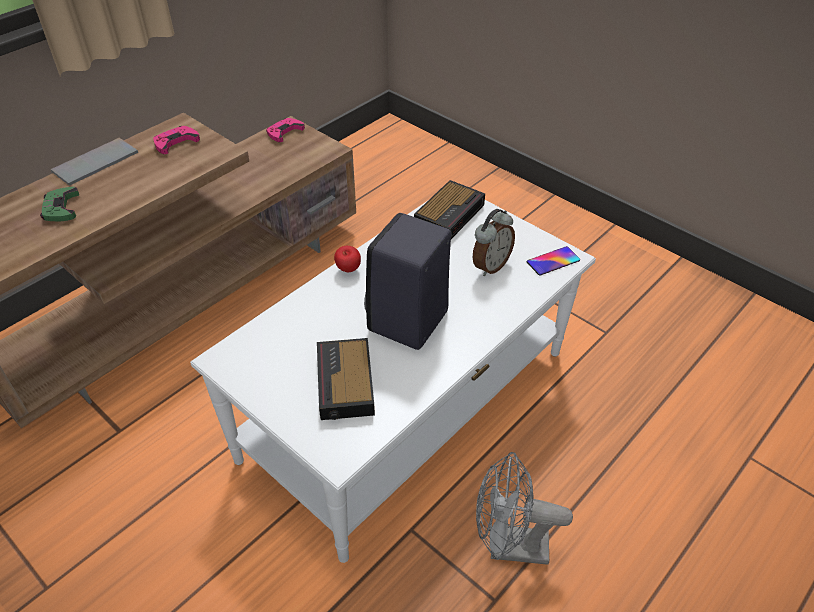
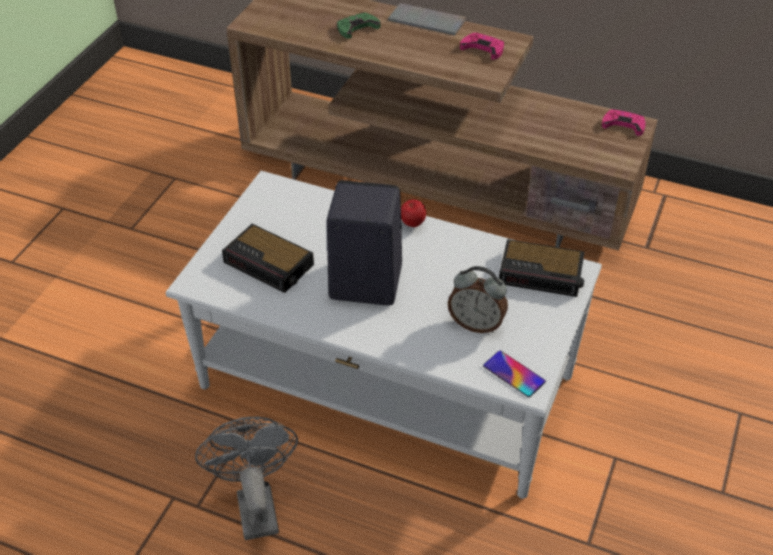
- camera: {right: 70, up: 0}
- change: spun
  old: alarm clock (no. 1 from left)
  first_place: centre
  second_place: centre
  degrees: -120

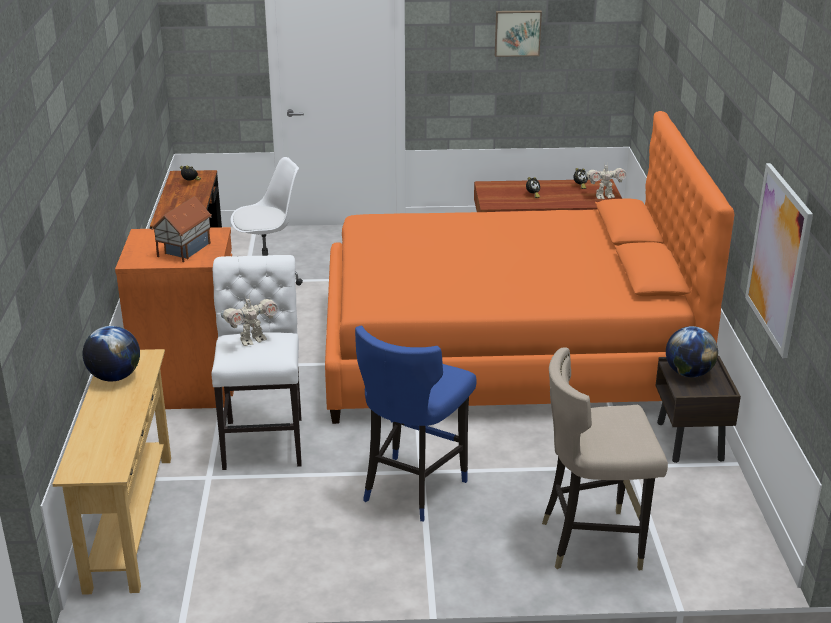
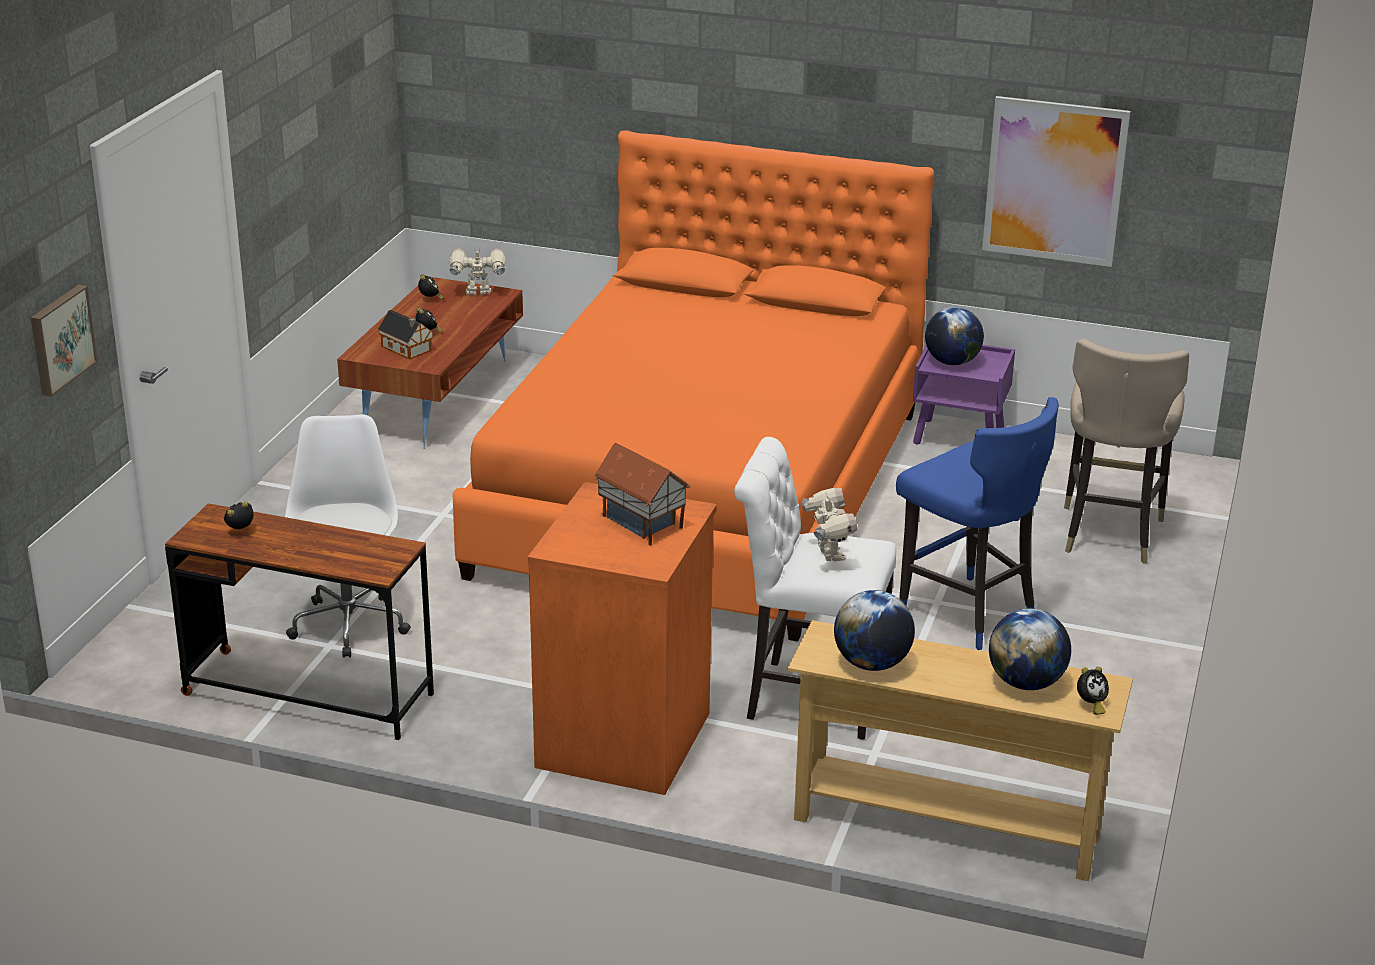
- camera: {right: -70, up: 0}
- change: relocated
  old: picture (no. 1 from left)
  first_place: top centre
  second_place: middle left
- change: appeared
  new: toy house (no. 1 from left)
  second_place: middle left
- change: spun
  old: toy robot (no. 2 from left in the first image)
  first_place: top right
  second_place: top centre
  degrees: -105
- change: colour
  old: nightstand/brown
  new: nightstand/purple
  first_place: middle right
  second_place: middle right
- change: appeared
  new: globe (no. 3 from left)
  second_place: bottom right
- change: appeared
  new: alarm clock (no. 4 from left)
  second_place: bottom right

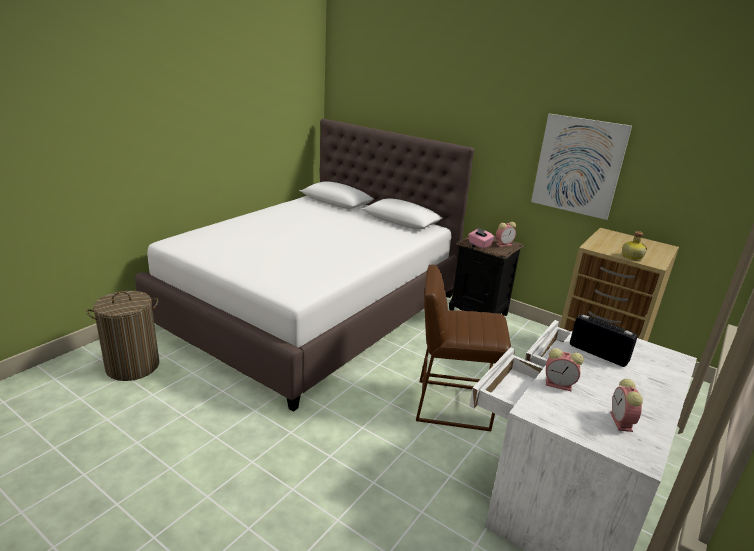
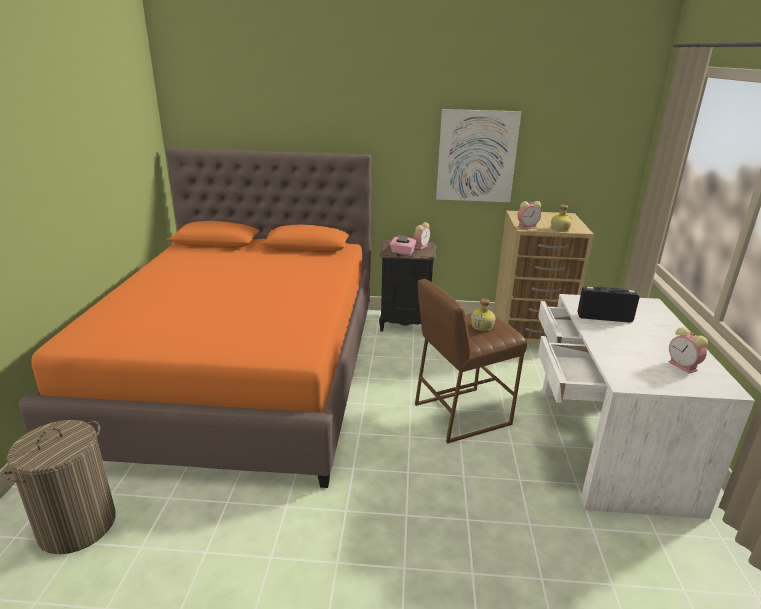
- camera: {right: -30, up: 0}
- change: colour
  old: bed/white
  new: bed/orange
  first_place: centre
  second_place: middle left
- change: appeared
  new: bottle (no. 1 from left)
  second_place: centre
- change: relocated
  old: alarm clock (no. 2 from left)
  first_place: bottom right
  second_place: middle right

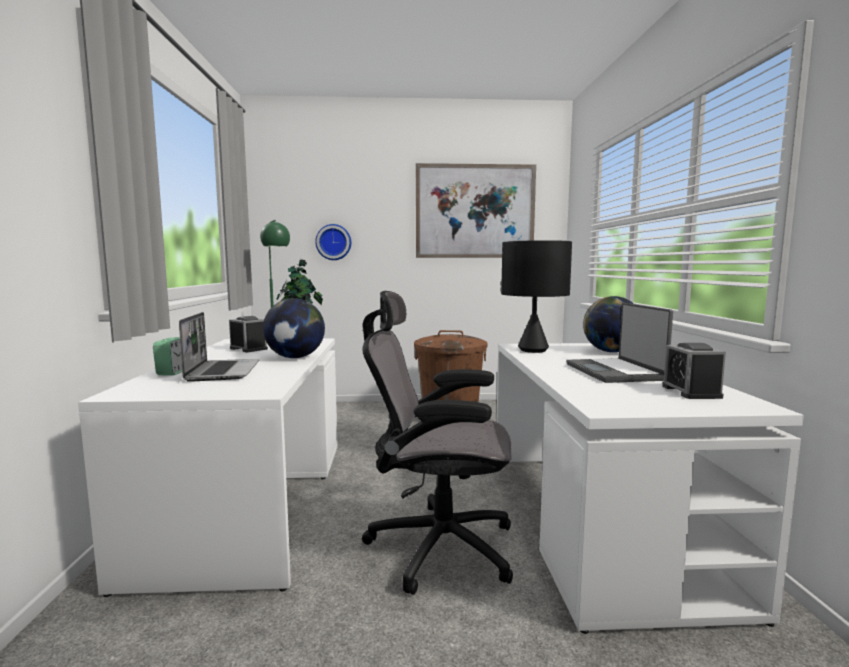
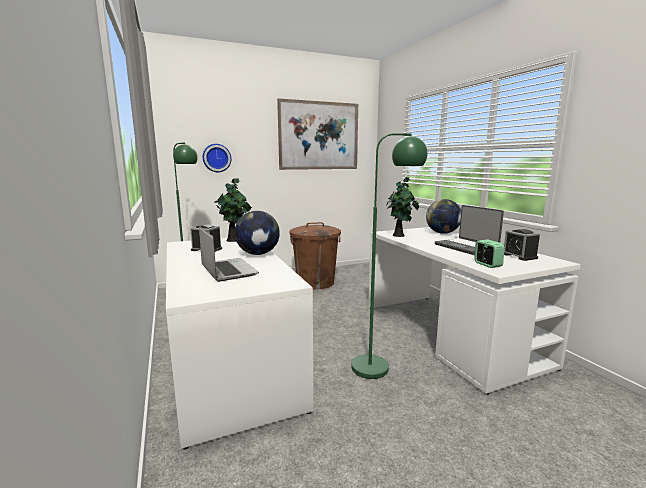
- camera: {right: -20, up: 5}
- change: exchanged
  old: office chair
  new: floor lamp/green (no. 2 from left)
  first_place: centre
  second_place: centre
- change: exchanged
  old: table lamp/black
  new: potted plant (no. 2 from left)
  first_place: centre
  second_place: centre
- change: relocated
  old: alarm clock (no. 1 from left in the first image)
  new: alarm clock (no. 2 from left)
  first_place: middle left
  second_place: middle right

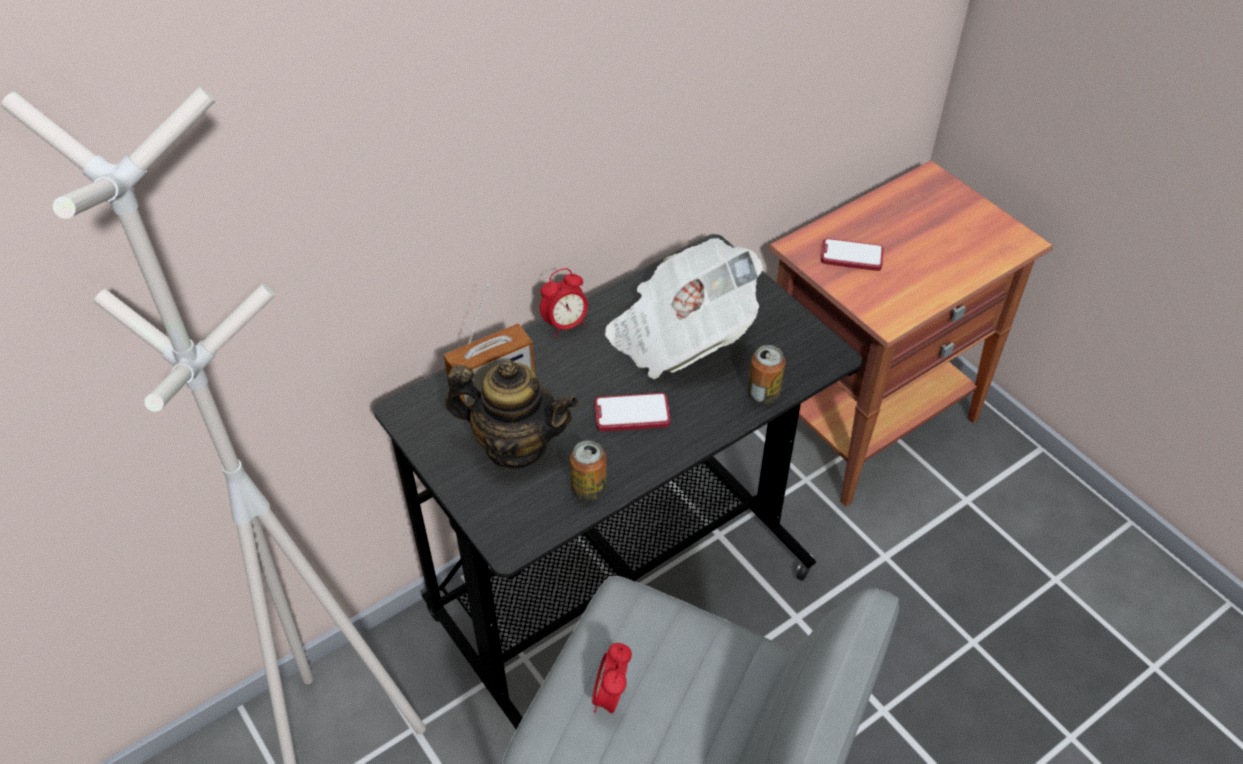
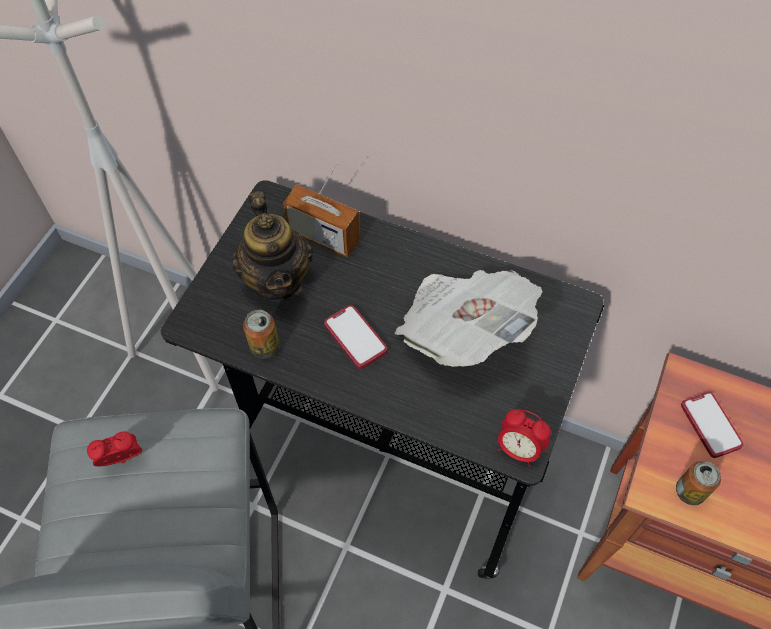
- camera: {right: 60, up: 10}
- change: relocated
  old: alarm clock (no. 1 from left in the first image)
  new: alarm clock (no. 2 from left)
  first_place: centre
  second_place: bottom right
- change: relocated
  old: can (no. 2 from left)
  first_place: centre
  second_place: bottom right

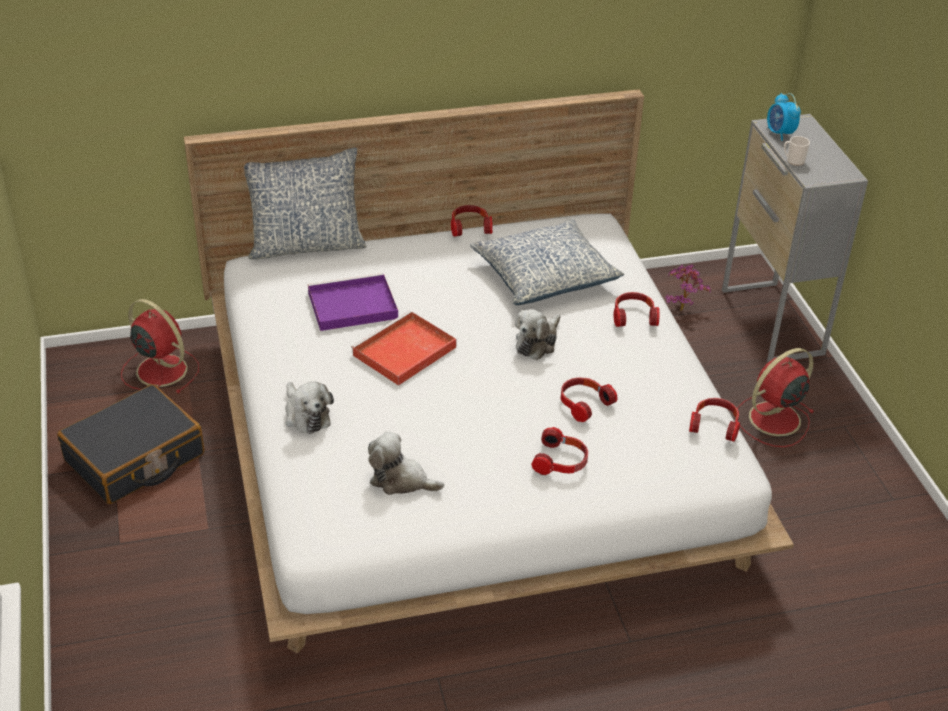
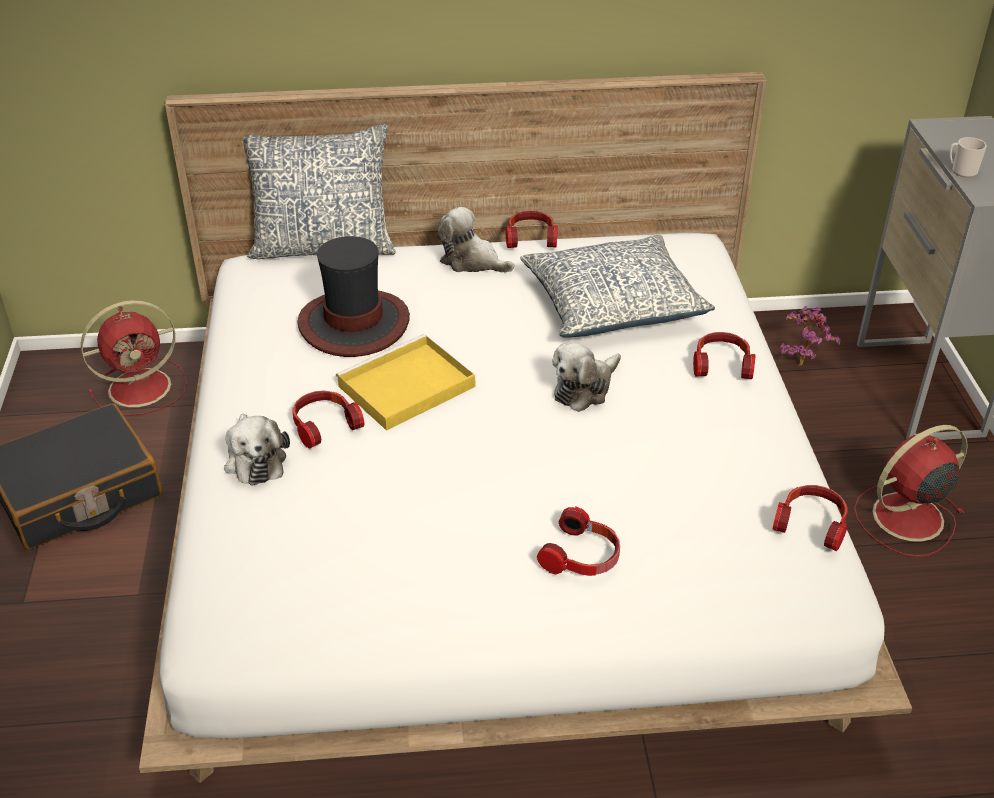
- camera: {right: 10, up: 0}
- change: spun
  old: fan/red (no. 1 from left)
  first_place: middle left
  second_place: middle left
  degrees: 105
- change: relocated
  old: headphones (no. 3 from left in the first image)
  new: headphones (no. 1 from left)
  first_place: centre
  second_place: middle left
- change: exchanged
  old: tray/purple
  new: hat
  first_place: centre
  second_place: centre
- change: colour
  old: tray/red
  new: tray/yellow
  first_place: centre
  second_place: centre
- change: relocated
  old: plush toy (no. 2 from left)
  first_place: centre
  second_place: top centre
- change: missing
  old: alarm clock
  first_place: top right

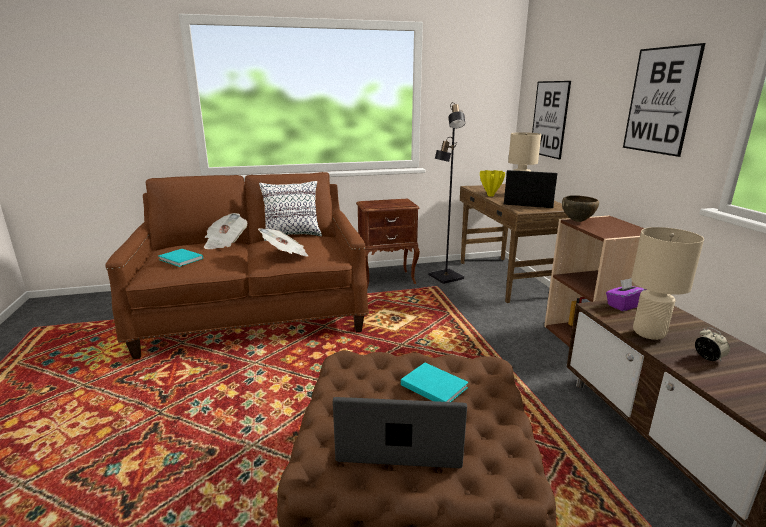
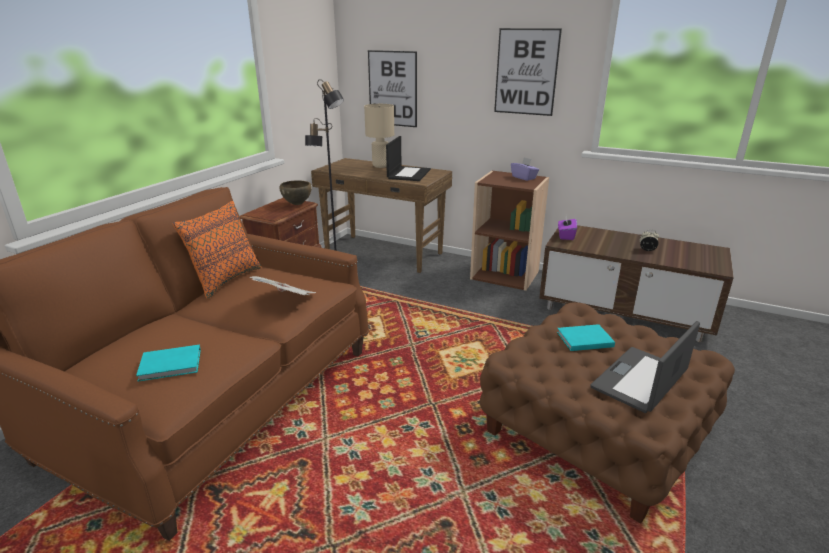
- camera: {right: -50, up: 5}
- change: colour
  old: pillow/white
  new: pillow/orange
  first_place: centre
  second_place: middle left
- change: relocated
  old: bowl/brown
  first_place: middle right
  second_place: centre
- change: spun
  old: laptop (no. 2 from left in the first image)
  first_place: middle right
  second_place: top centre
  degrees: 135
- change: appeared
  new: tissue box/purple (no. 1 from left)
  second_place: top centre
- change: missing
  old: newspaper (no. 1 from left)
  first_place: middle left
- change: missing
  old: vase/yellow
  first_place: centre
- change: missing
  old: table lamp/beige (no. 2 from left)
  first_place: middle right

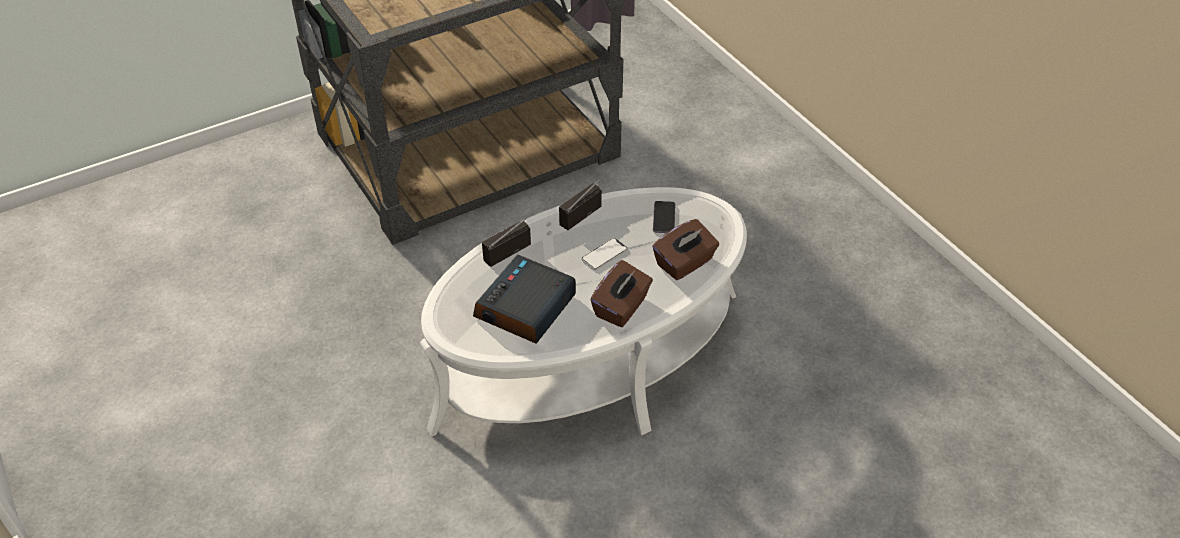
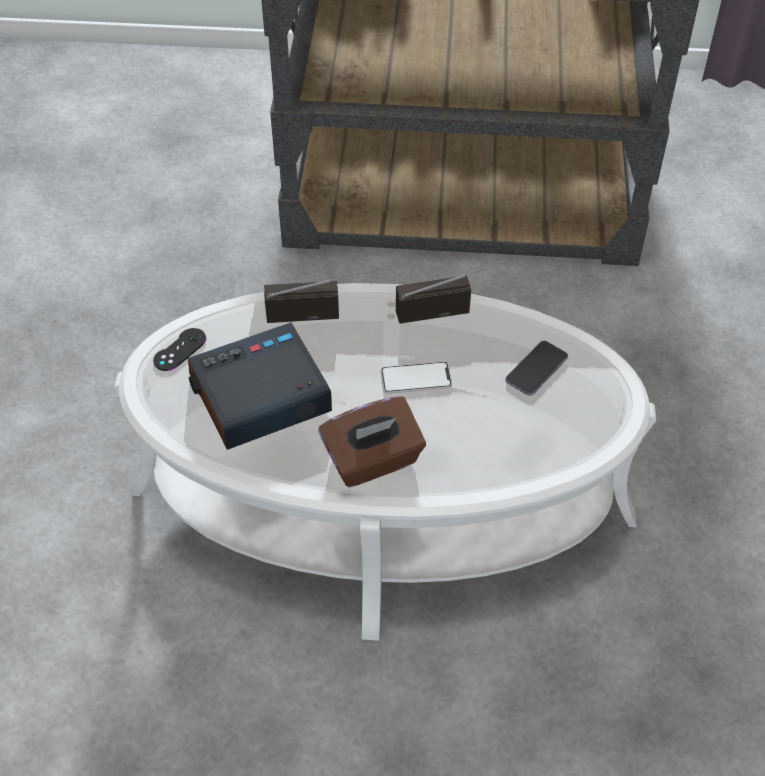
- camera: {right: 35, up: 5}
- change: appeared
  new: game controller/black
  second_place: middle left
- change: missing
  old: tissue box/brown (no. 2 from left)
  first_place: centre

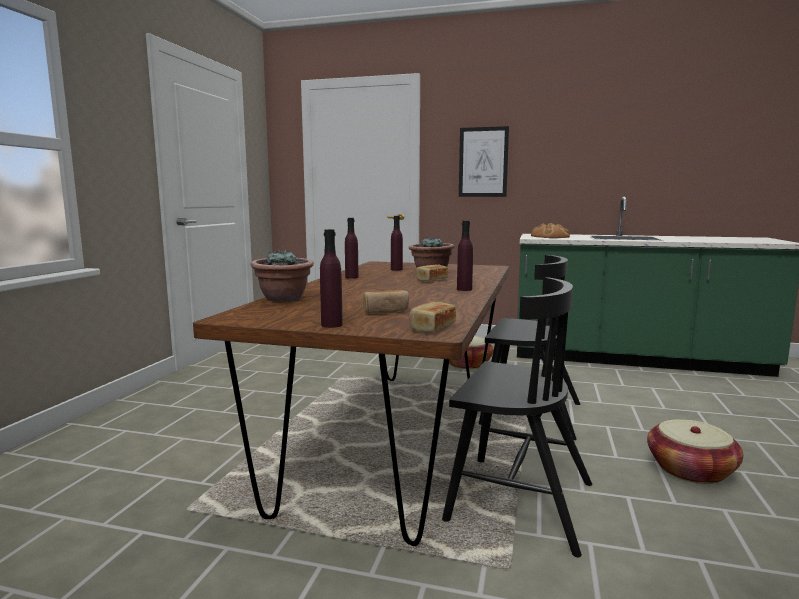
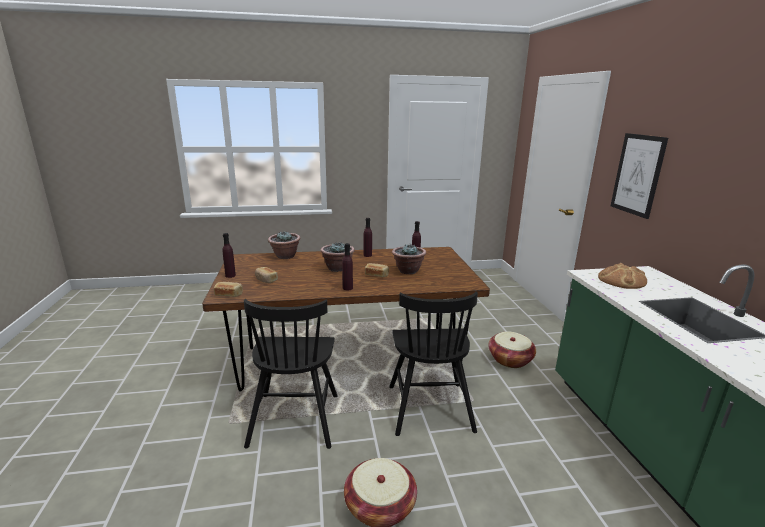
- camera: {right: 65, up: 10}
- change: appeared
  new: potted plant (no. 2 from left)
  second_place: centre

